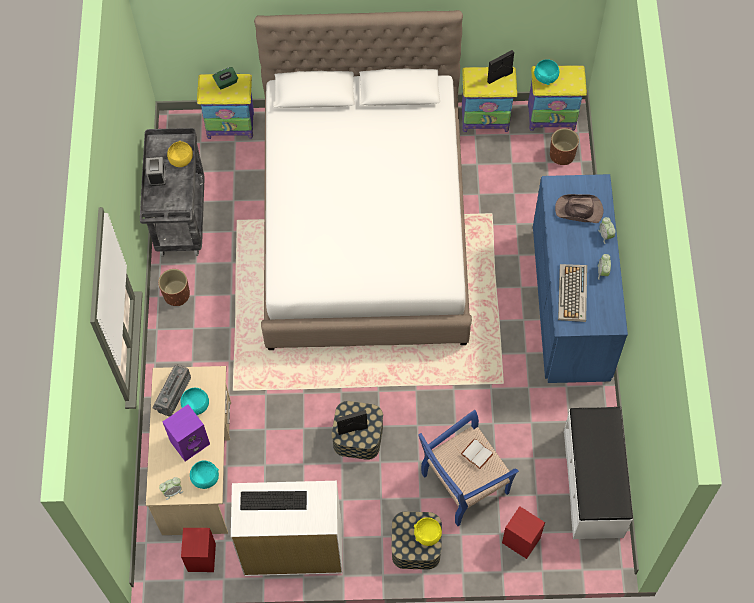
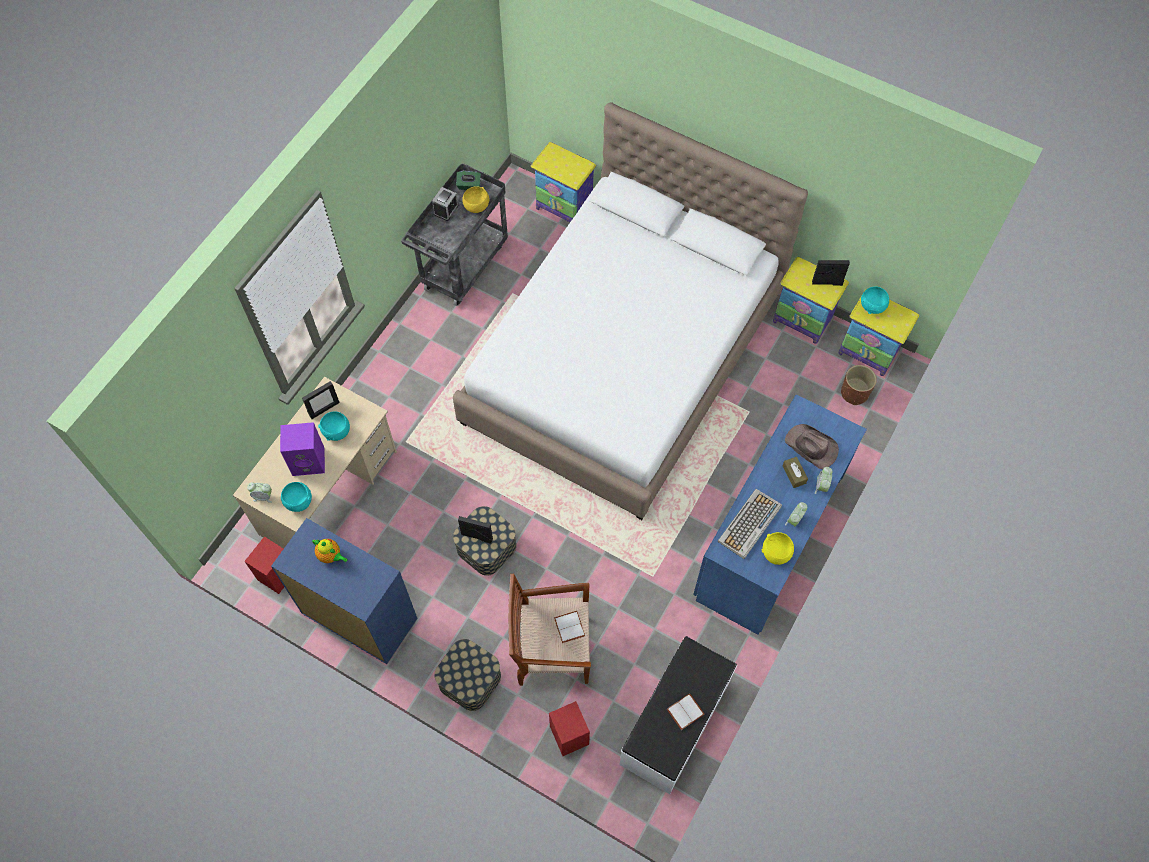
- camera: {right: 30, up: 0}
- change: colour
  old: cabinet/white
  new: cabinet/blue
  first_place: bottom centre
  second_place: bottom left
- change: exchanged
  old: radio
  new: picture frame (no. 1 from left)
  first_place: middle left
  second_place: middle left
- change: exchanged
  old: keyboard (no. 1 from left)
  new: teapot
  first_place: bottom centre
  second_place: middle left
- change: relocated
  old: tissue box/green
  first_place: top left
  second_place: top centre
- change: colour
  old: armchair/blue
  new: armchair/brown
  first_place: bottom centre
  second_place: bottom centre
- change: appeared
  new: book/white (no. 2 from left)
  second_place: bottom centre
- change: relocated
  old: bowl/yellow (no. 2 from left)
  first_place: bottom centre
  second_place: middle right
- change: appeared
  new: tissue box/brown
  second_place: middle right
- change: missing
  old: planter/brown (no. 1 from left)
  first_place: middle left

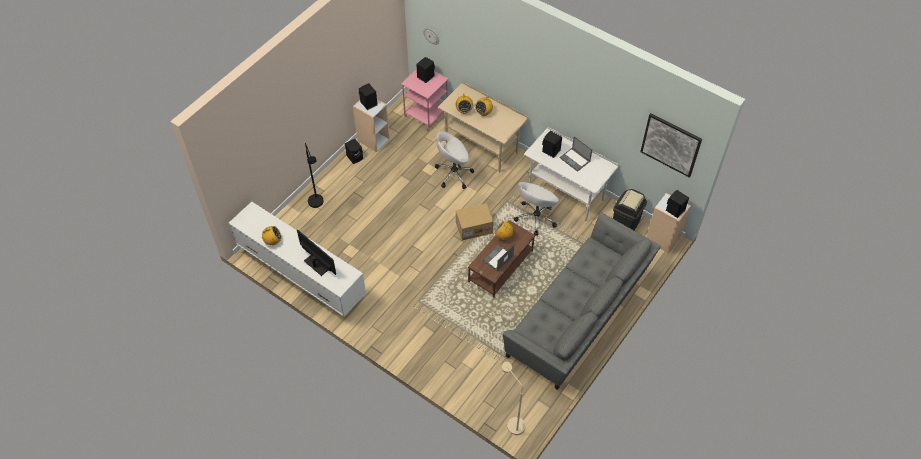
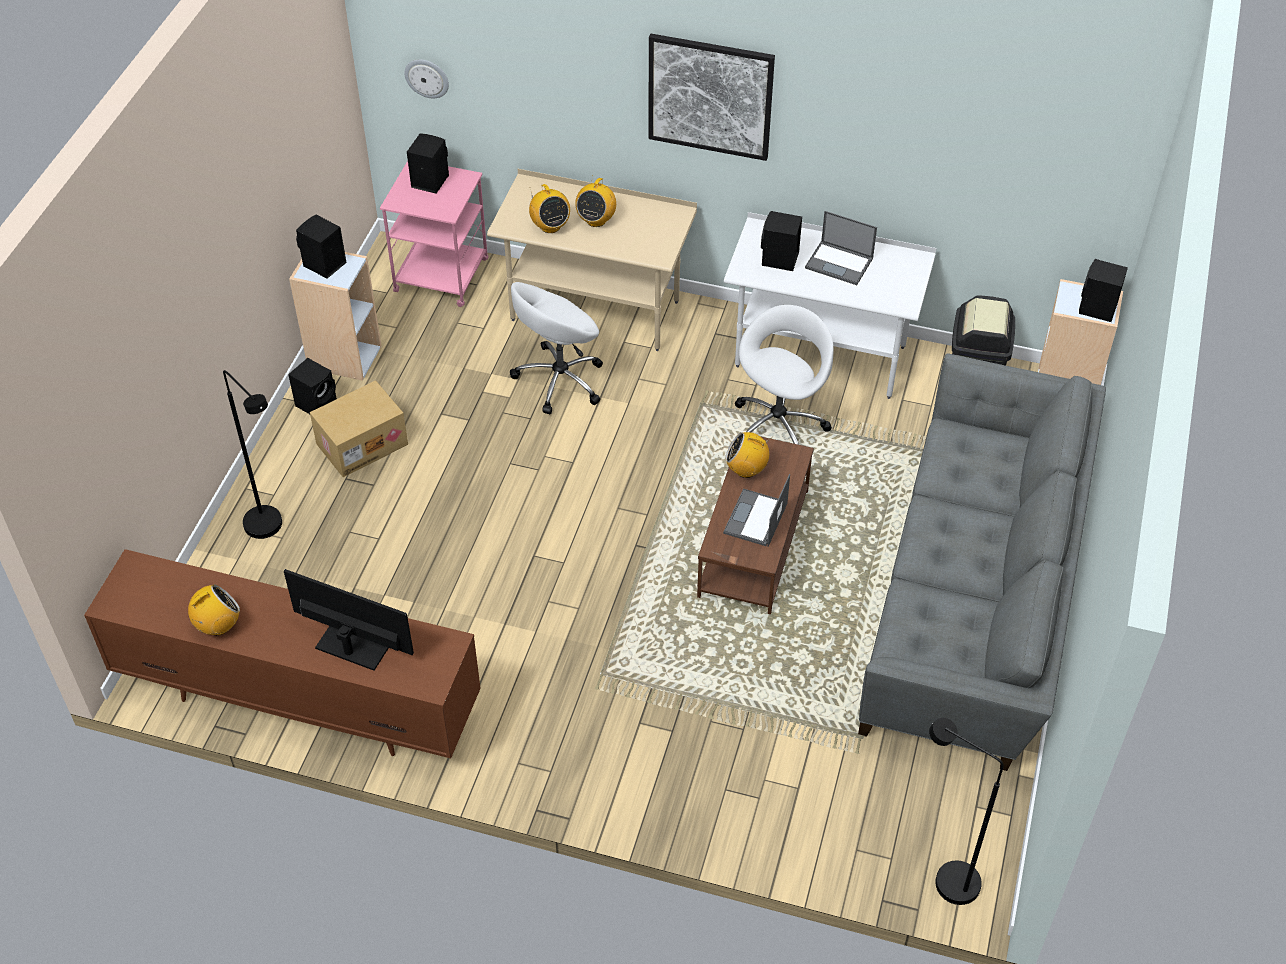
- camera: {right: -20, up: -5}
- change: colour
  old: cabinet/white
  new: cabinet/brown
  first_place: middle left
  second_place: bottom left
- change: relocated
  old: cardboard box
  first_place: centre
  second_place: middle left
- change: relocated
  old: picture
  first_place: top right
  second_place: top centre
- change: spun
  old: office chair/white (no. 2 from left)
  first_place: centre
  second_place: centre
  degrees: -150
- change: colour
  old: floor lamp/beige
  new: floor lamp/black (no. 2 from left)
  first_place: bottom centre
  second_place: bottom right

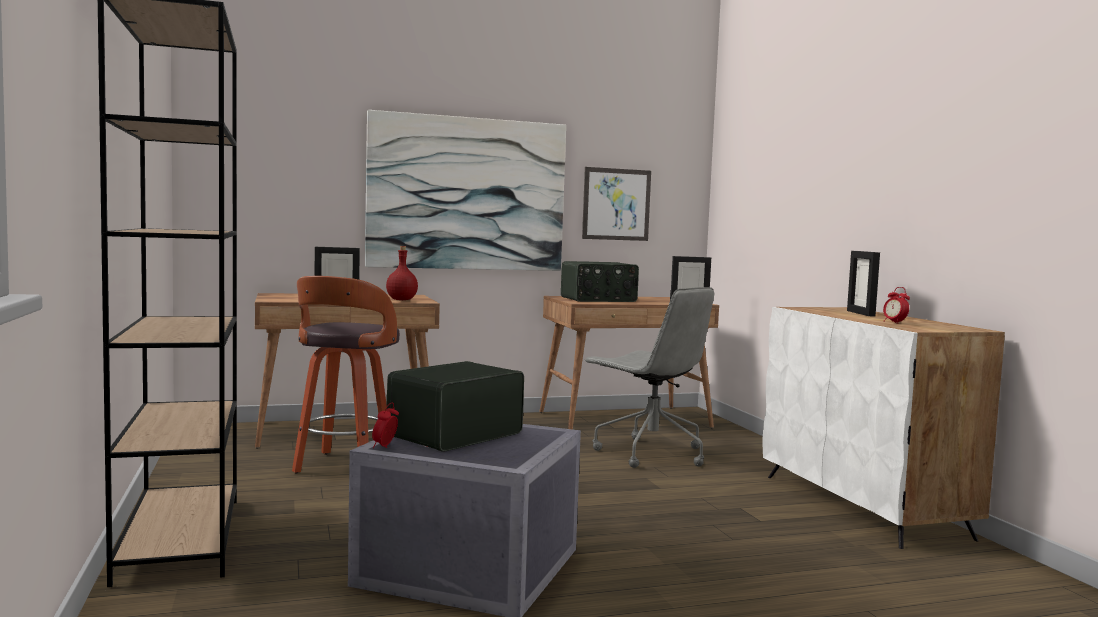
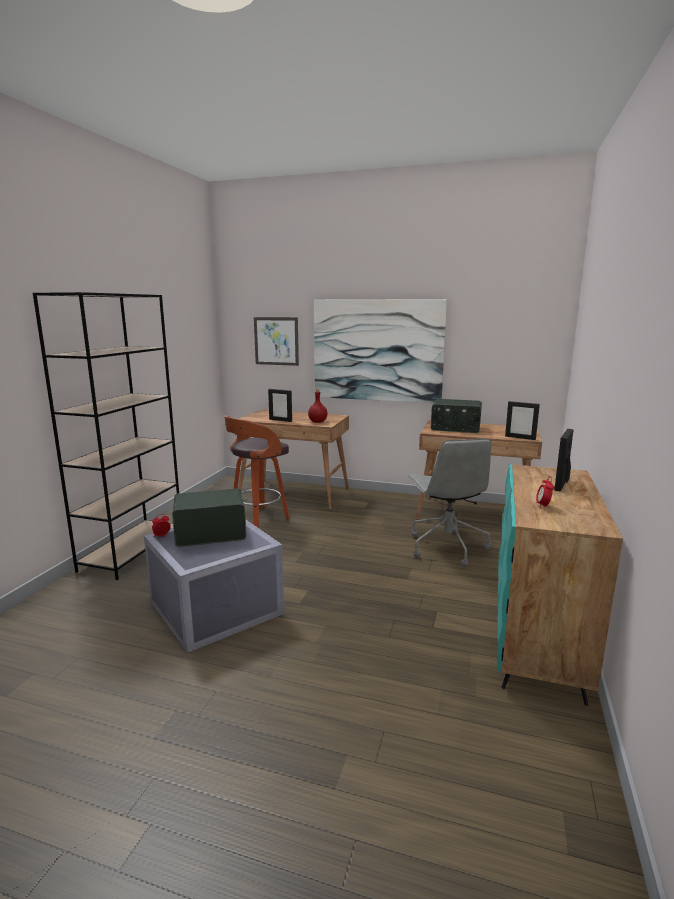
- camera: {right: 35, up: 10}
- change: relocated
  old: picture (no. 2 from left in the first image)
  new: picture (no. 1 from left)
  first_place: top centre
  second_place: centre
- change: colour
  old: cabinet/white
  new: cabinet/turquoise
  first_place: bottom right
  second_place: middle right

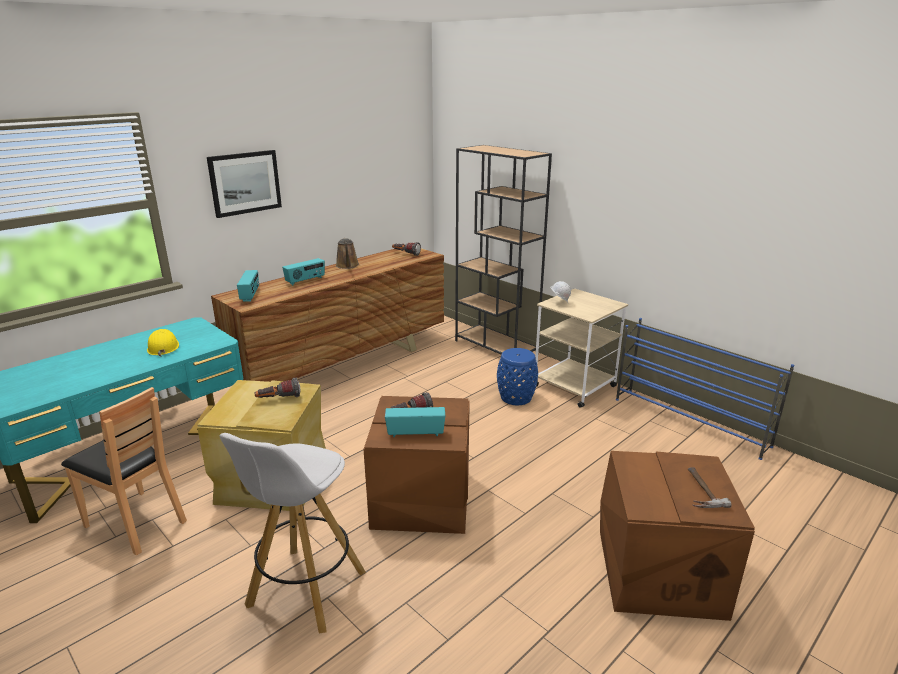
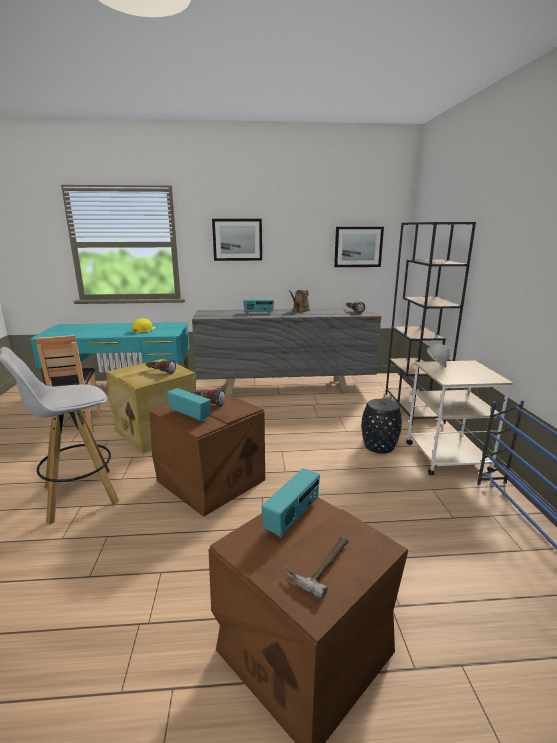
- camera: {right: 40, up: -5}
- change: colour
  old: cabinet/brown
  new: cabinet/grey
  first_place: centre
  second_place: centre
- change: relocated
  old: radio (no. 1 from left in the first image)
  new: radio (no. 3 from left)
  first_place: middle left
  second_place: bottom centre
- change: appeared
  new: picture (no. 2 from left)
  second_place: top centre
- change: colour
  old: stool/blue
  new: stool/black
  first_place: centre
  second_place: middle right

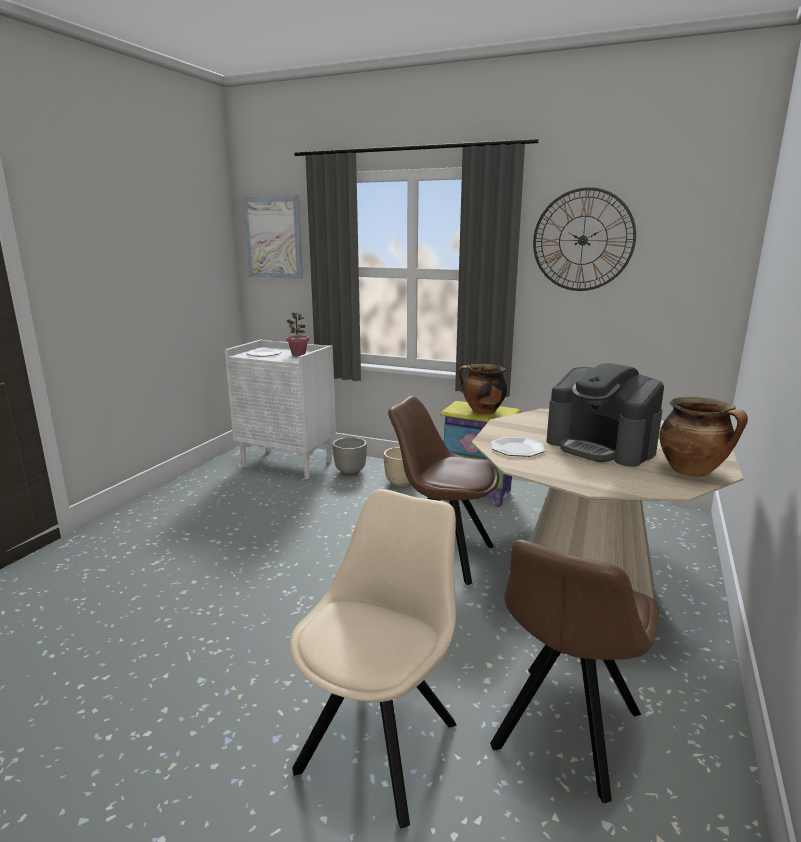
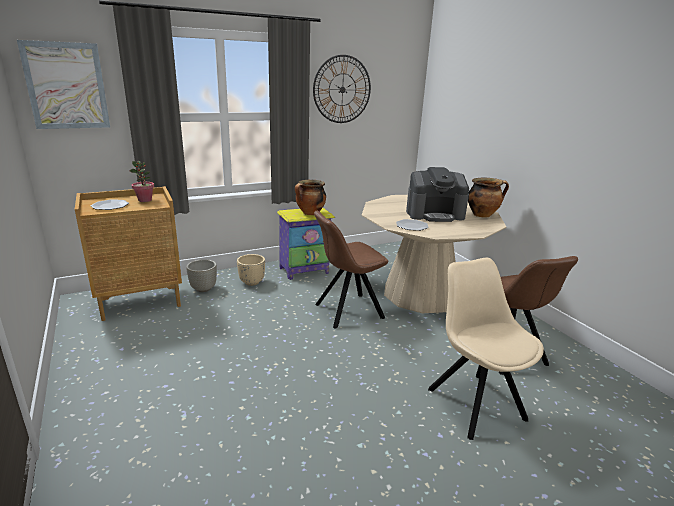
- camera: {right: -50, up: 5}
- change: colour
  old: cabinet/white
  new: cabinet/brown
  first_place: centre
  second_place: middle left

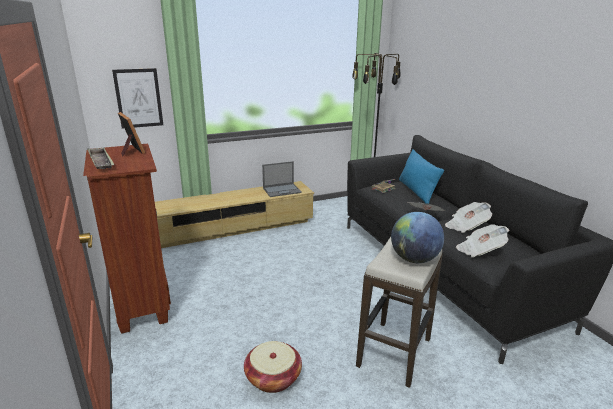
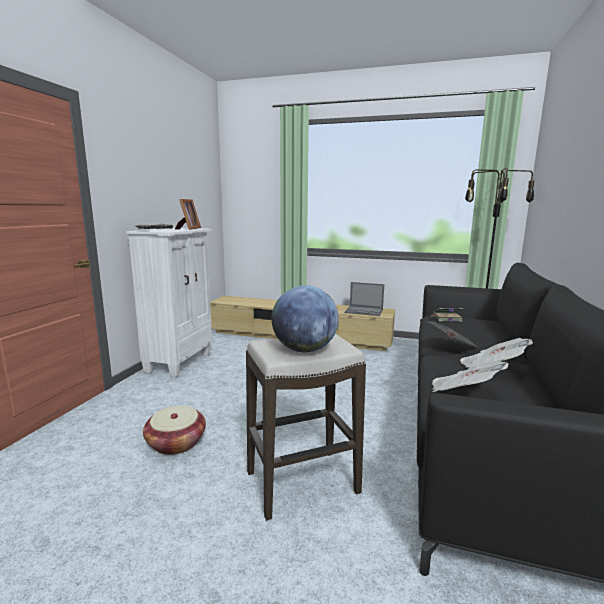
- camera: {right: 40, up: -10}
- change: colour
  old: cabinet/brown
  new: cabinet/white
  first_place: middle left
  second_place: middle left
- change: missing
  old: picture
  first_place: top left
- change: missing
  old: pillow/blue
  first_place: middle right

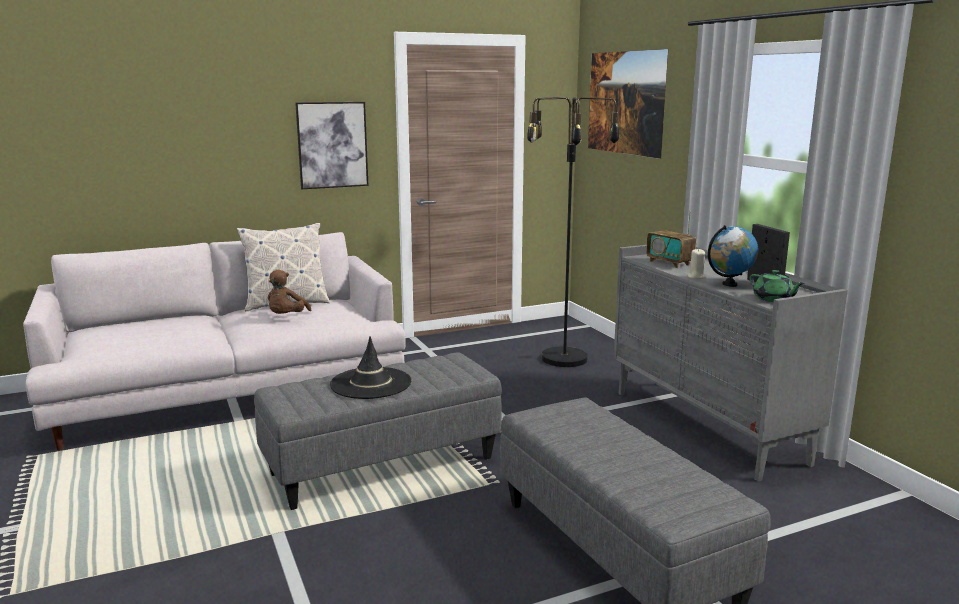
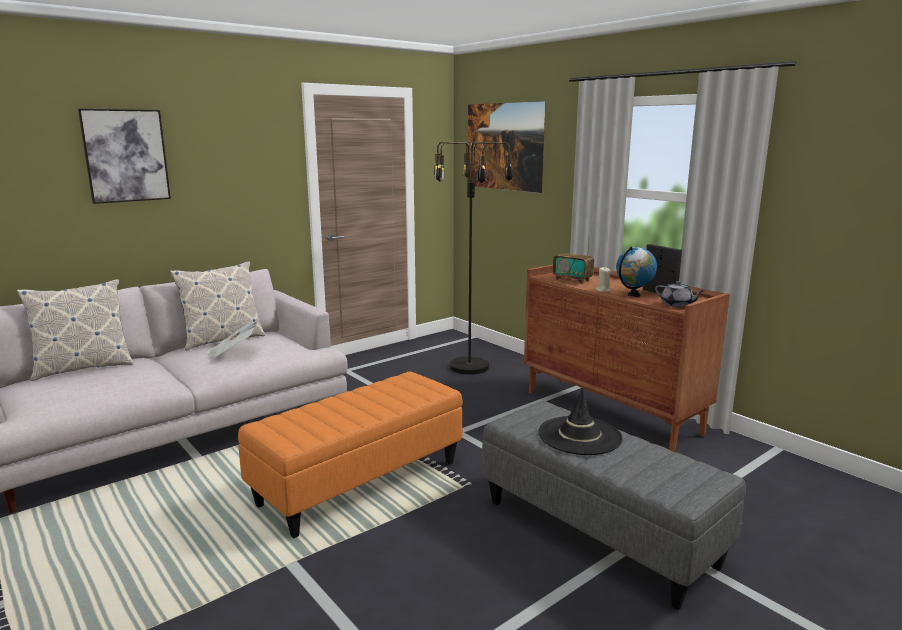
- camera: {right: -15, up: 0}
- change: appeared
  new: pillow (no. 1 from left)
  second_place: middle left
- change: relocated
  old: picture (no. 1 from left)
  first_place: top centre
  second_place: top left
- change: exchanged
  old: plush toy/brown
  new: newspaper
  first_place: middle left
  second_place: middle left
- change: colour
  old: ottoman/grey (no. 1 from left)
  new: ottoman/orange
  first_place: bottom centre
  second_place: bottom centre
- change: colour
  old: cabinet/grey
  new: cabinet/brown
  first_place: middle right
  second_place: middle right
- change: relocated
  old: hat/black
  first_place: centre
  second_place: bottom centre
- change: colour
  old: teapot/green
  new: teapot/grey
  first_place: middle right
  second_place: middle right

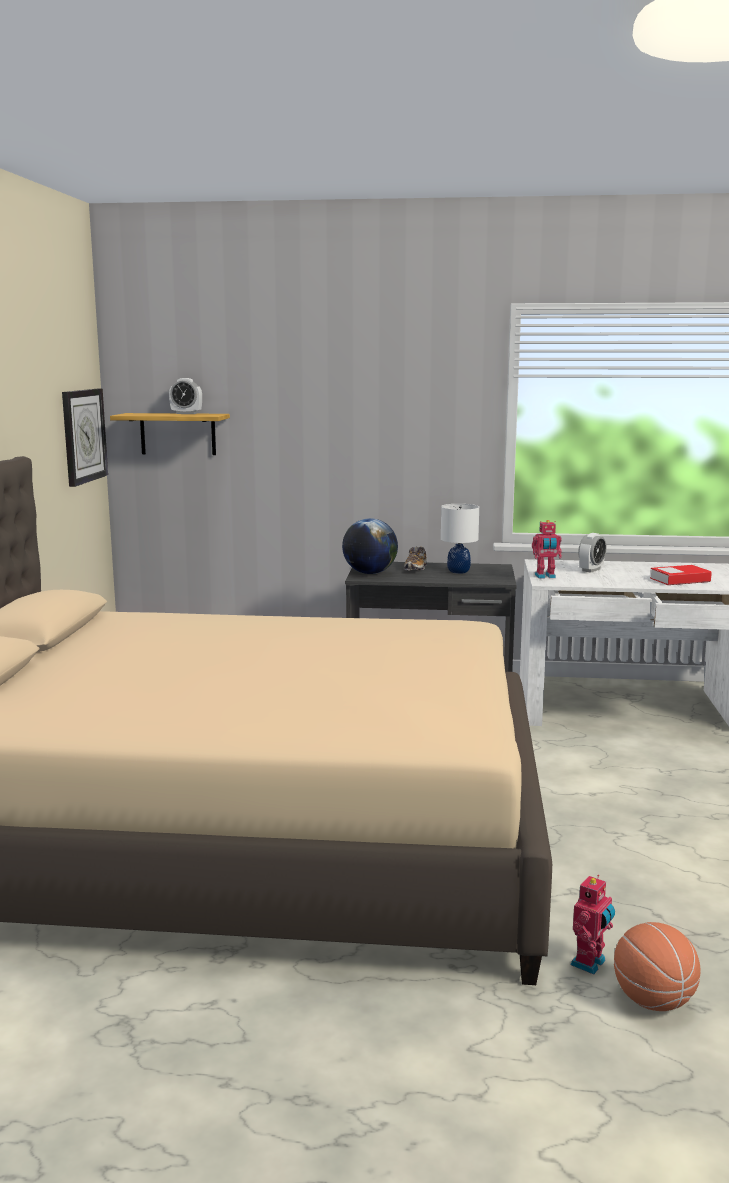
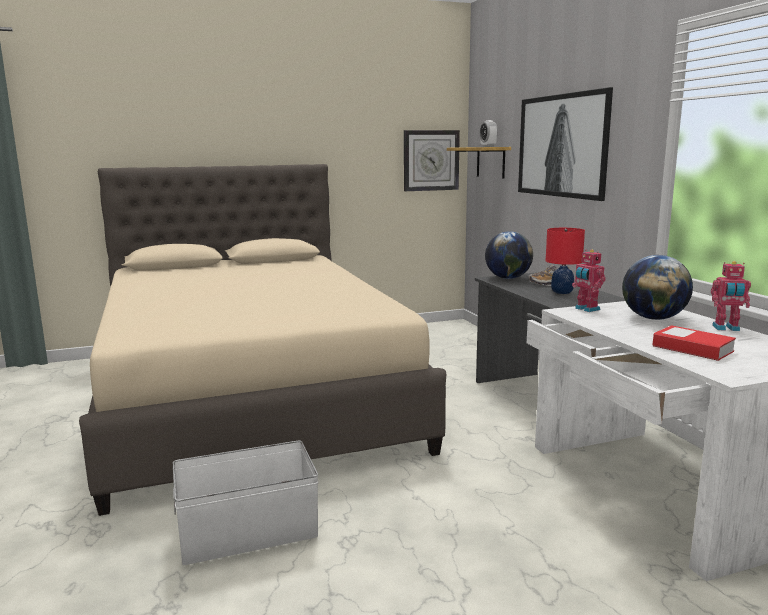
- camera: {right: 65, up: 0}
- change: appeared
  new: storage box/white
  second_place: bottom left
- change: appeared
  new: picture
  second_place: top right
- change: colour
  old: table lamp/white
  new: table lamp/red
  first_place: centre
  second_place: middle right
- change: exchanged
  old: alarm clock (no. 2 from left)
  new: globe (no. 2 from left)
  first_place: middle right
  second_place: middle right
- change: relocated
  old: toy robot (no. 2 from left)
  first_place: bottom right
  second_place: middle right
- change: missing
  old: basketball
  first_place: bottom right

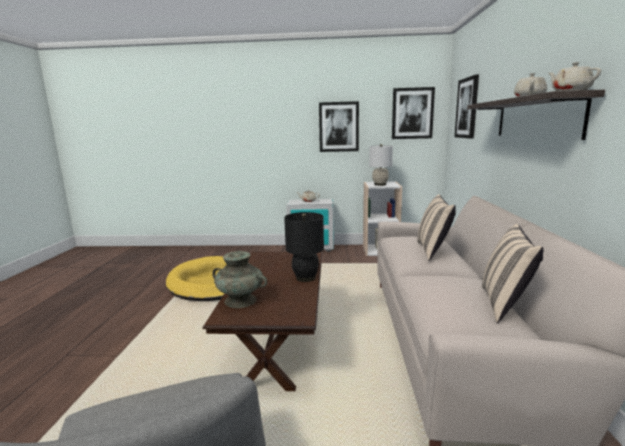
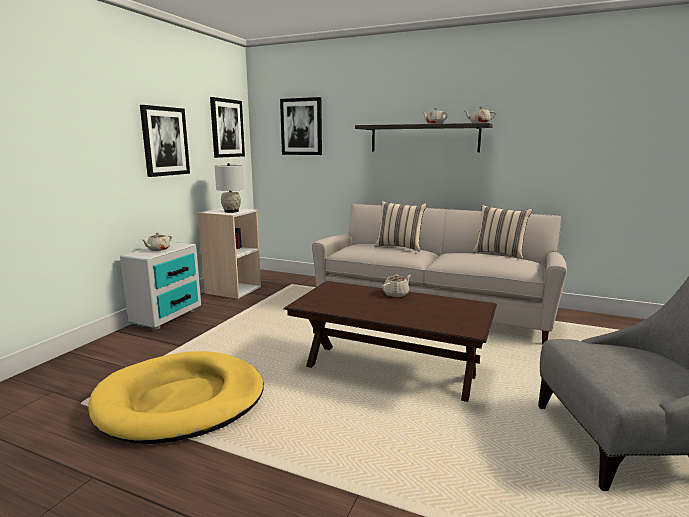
- camera: {right: -70, up: 0}
- change: exchanged
  old: table lamp/black
  new: teapot/beige (no. 2 from left)
  first_place: centre
  second_place: centre
- change: missing
  old: vase/turquoise
  first_place: centre

